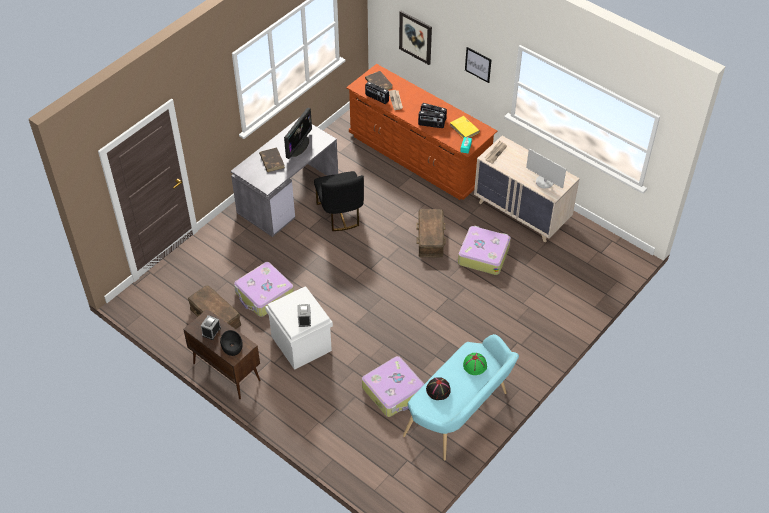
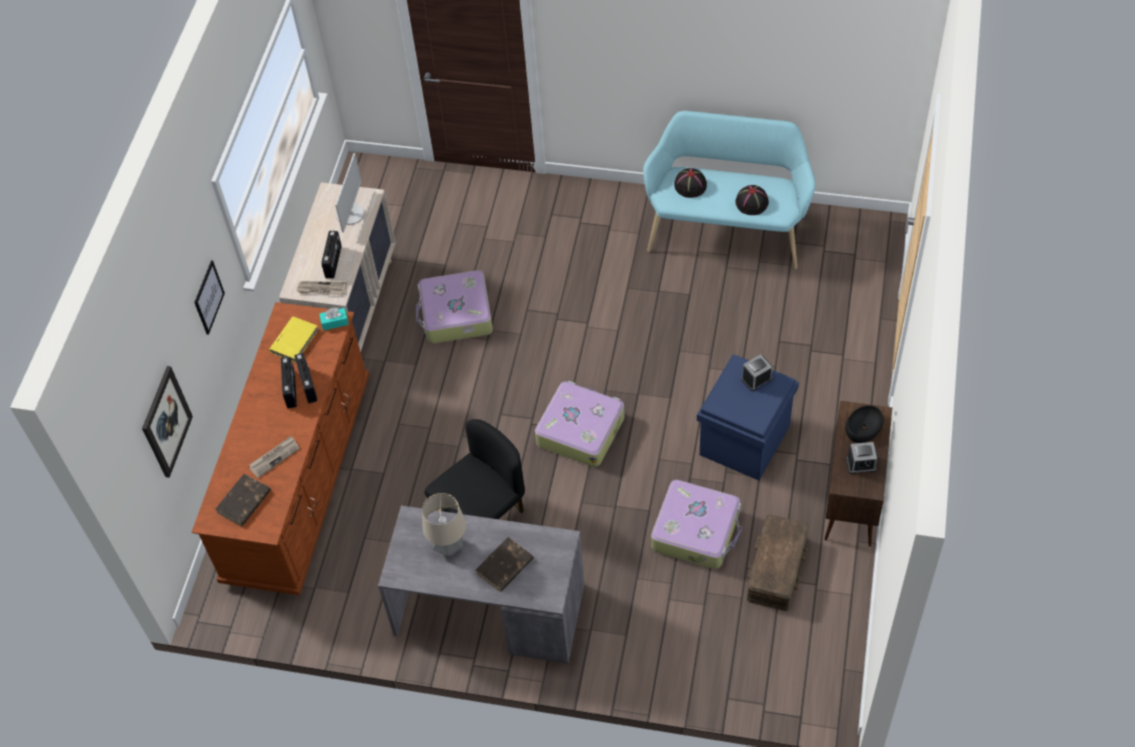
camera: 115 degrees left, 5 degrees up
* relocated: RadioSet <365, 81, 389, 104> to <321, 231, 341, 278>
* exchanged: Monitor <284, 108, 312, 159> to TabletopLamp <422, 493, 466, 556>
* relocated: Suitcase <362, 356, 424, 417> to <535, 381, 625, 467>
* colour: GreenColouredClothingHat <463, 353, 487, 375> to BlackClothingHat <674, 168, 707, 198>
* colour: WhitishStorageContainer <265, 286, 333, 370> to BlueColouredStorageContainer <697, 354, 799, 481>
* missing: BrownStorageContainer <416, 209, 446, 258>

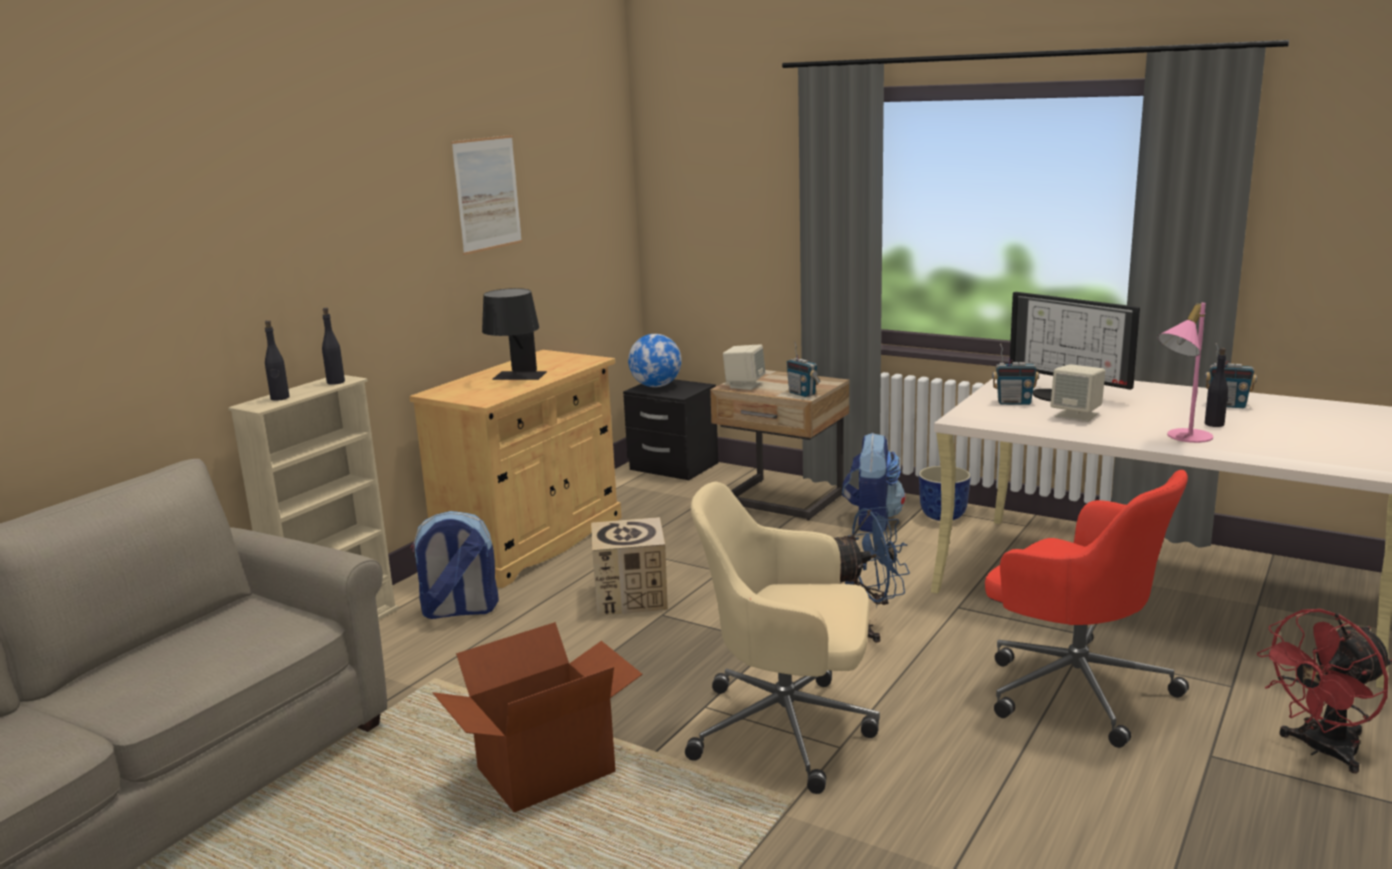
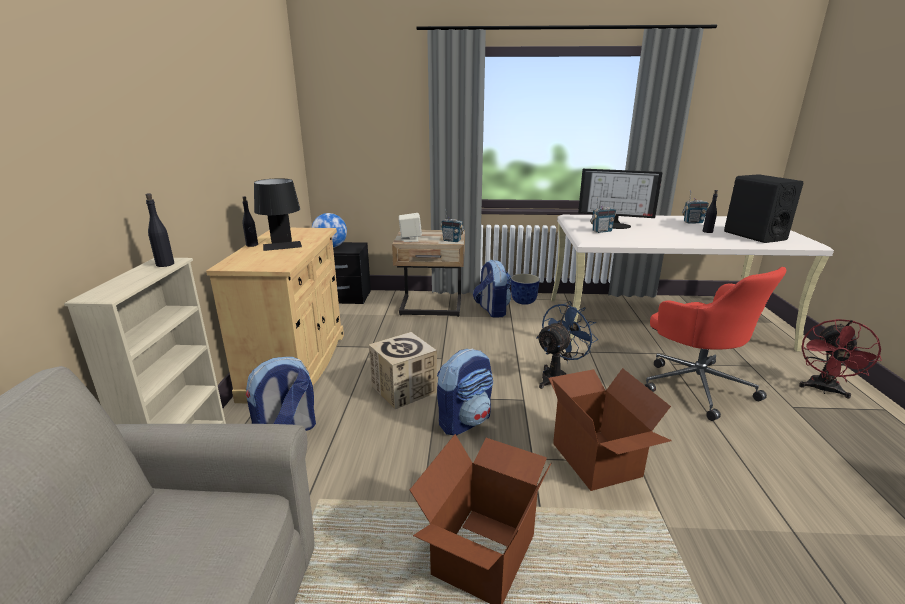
camera: 30 degrees left, 5 degrees up
* relocated: BlackBeverageBottle <265, 320, 290, 401> to <242, 196, 258, 247>
* appeared: Rucksack <437, 349, 493, 435>
* exchanged: BeigeDeskChair <685, 482, 880, 794> to Carton <548, 368, 672, 491>
* spun: ReddishDeskChair <985, 470, 1189, 748> = <645, 267, 786, 421> 45 degrees clockwise
* appeared: BlackSpeaker <724, 174, 803, 243>
* missing: Picture <451, 135, 522, 255>
* missing: BeigeSpeaker <1051, 364, 1105, 422>
* missing: PinkTabletopLamp <1158, 303, 1213, 443>

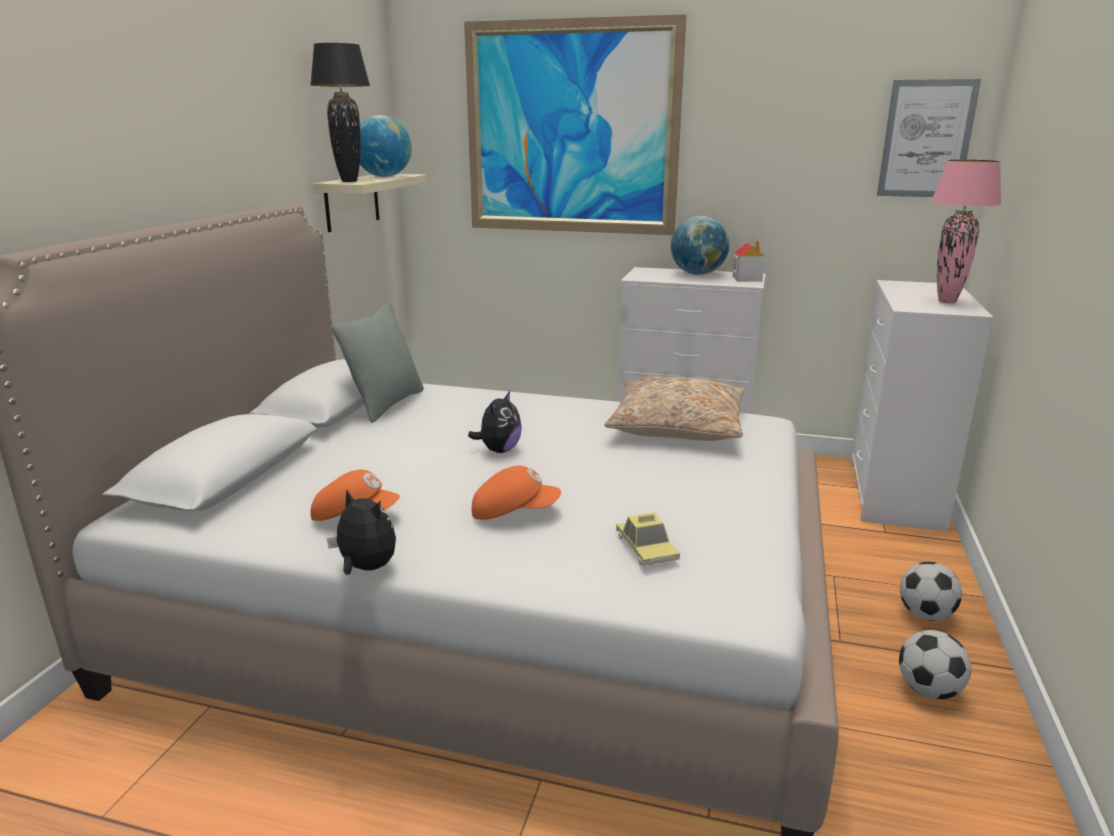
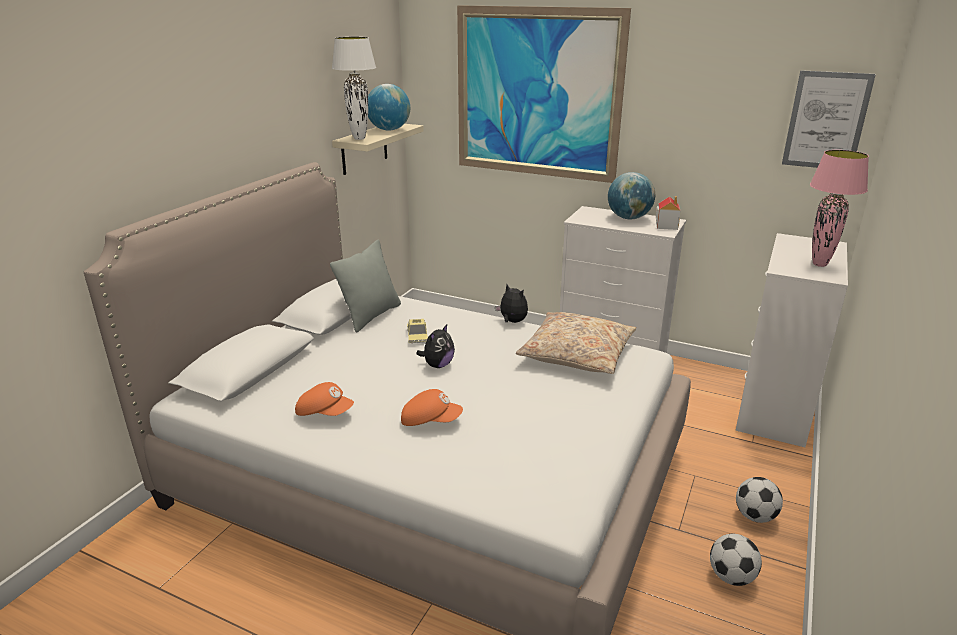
camera: 10 degrees right, 5 degrees up
* colour: BlackTabletopLamp <310, 43, 370, 182> to WhitishTabletopLamp <332, 37, 376, 140>
* relocated: ModelCar <616, 512, 680, 566> to <407, 319, 428, 344>
* relocated: CuddlyToy <327, 490, 396, 575> to <495, 284, 528, 323>

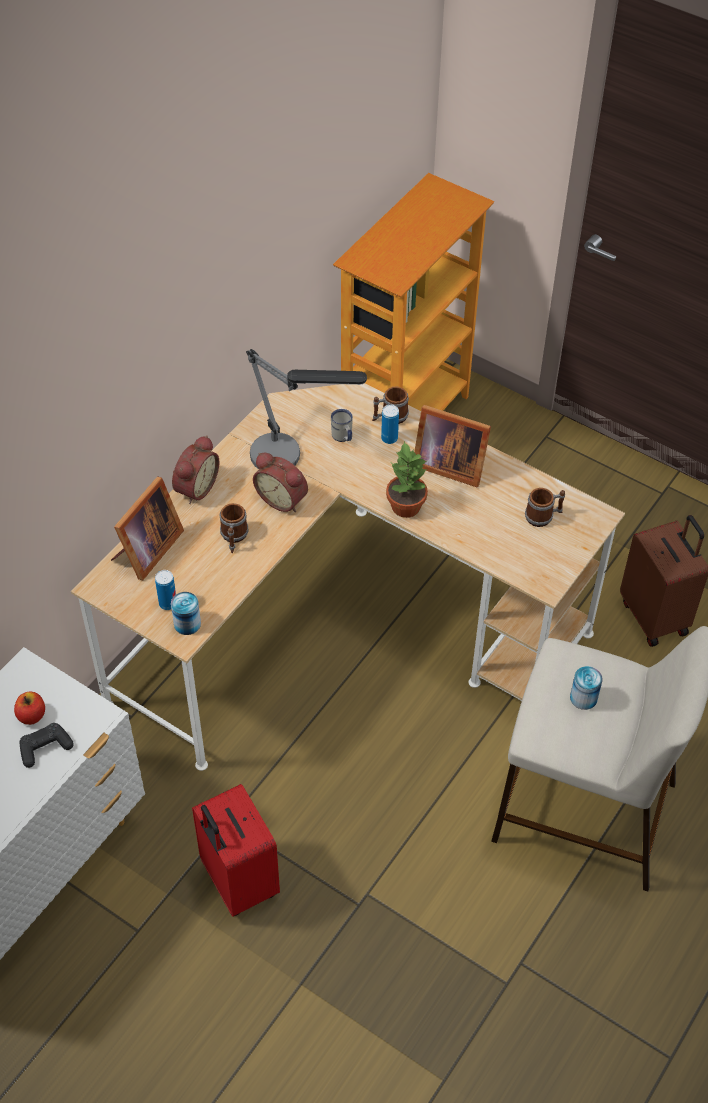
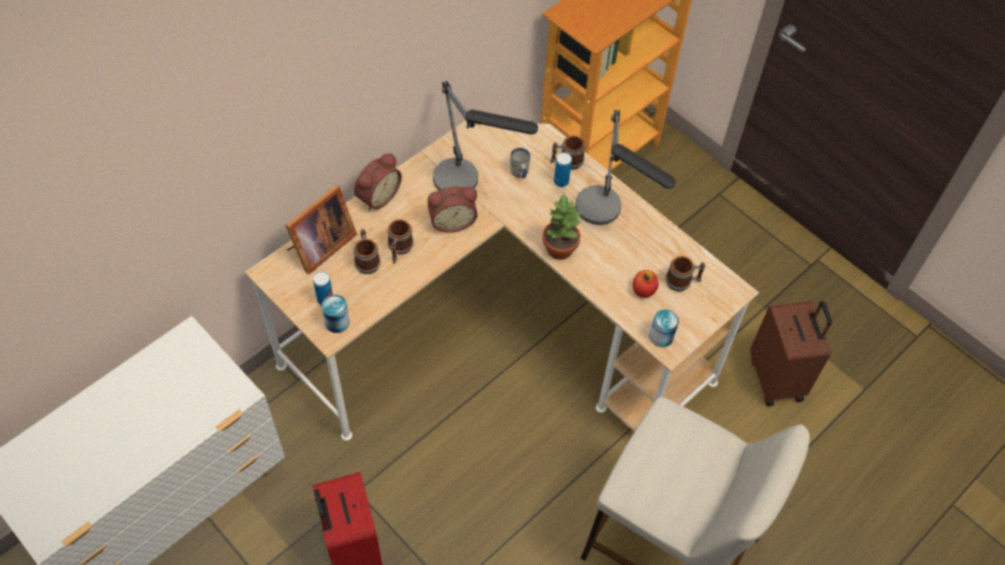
camera: 10 degrees right, 5 degrees up
* appeared: TeaMug <353, 229, 380, 274>
* spun: TableClock <253, 453, 308, 512> = <428, 186, 478, 233> 60 degrees counterclockwise
* exchanged: StandingFrame <414, 405, 491, 487> to TabletopLamp <575, 110, 676, 225>
* relocated: Apple <14, 691, 45, 725> to <633, 270, 659, 298>
* relocated: SealedCan <570, 666, 603, 710> to <649, 309, 679, 347>
* missing: BlackGameController <19, 723, 74, 768>

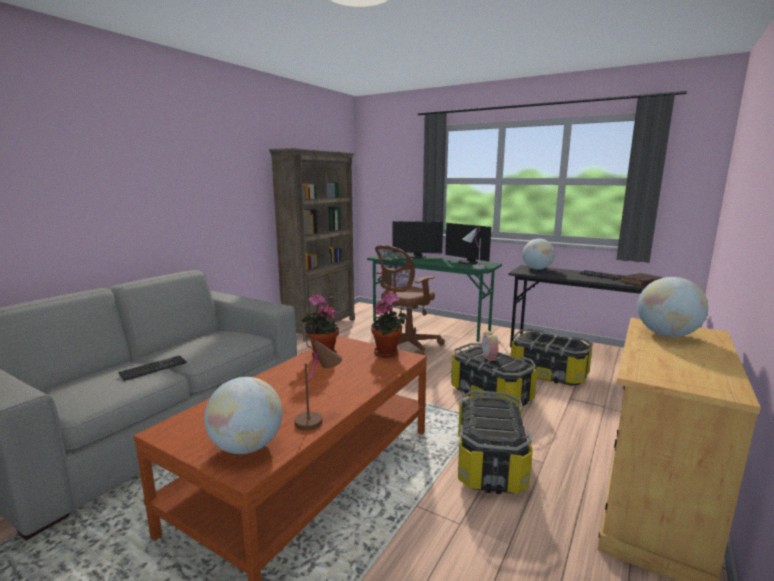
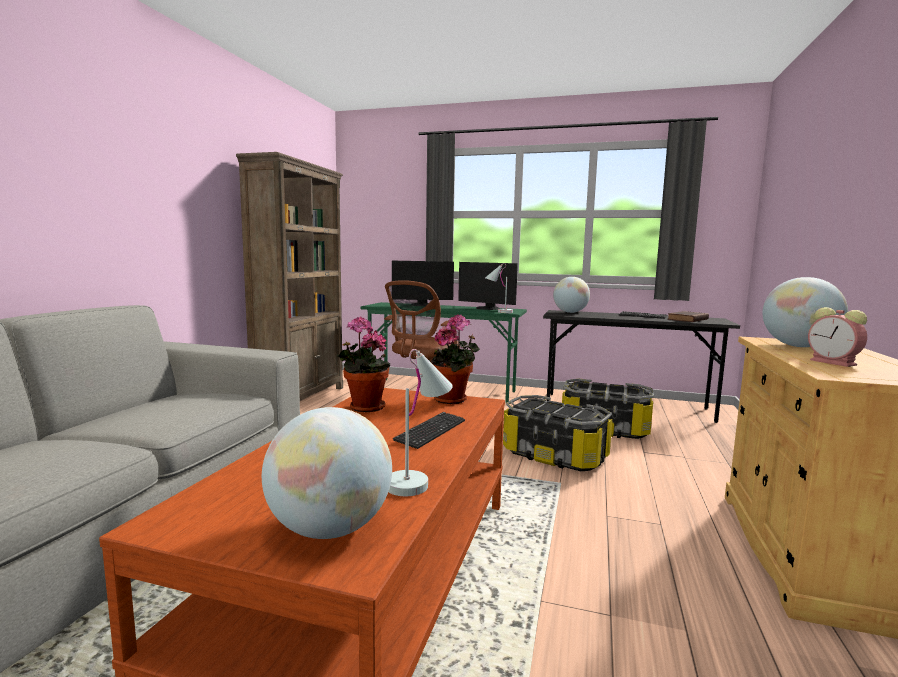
camera: 15 degrees left, 5 degrees down
* colour: BrownTabletopLamp <295, 339, 342, 431> to WhitishTabletopLamp <388, 349, 453, 496>
* relocated: PcKeyboard <118, 355, 187, 381> to <393, 412, 465, 449>
* relocated: TableClock <482, 331, 499, 361> to <808, 307, 867, 367>
* missing: StorageContainer <458, 390, 533, 494>

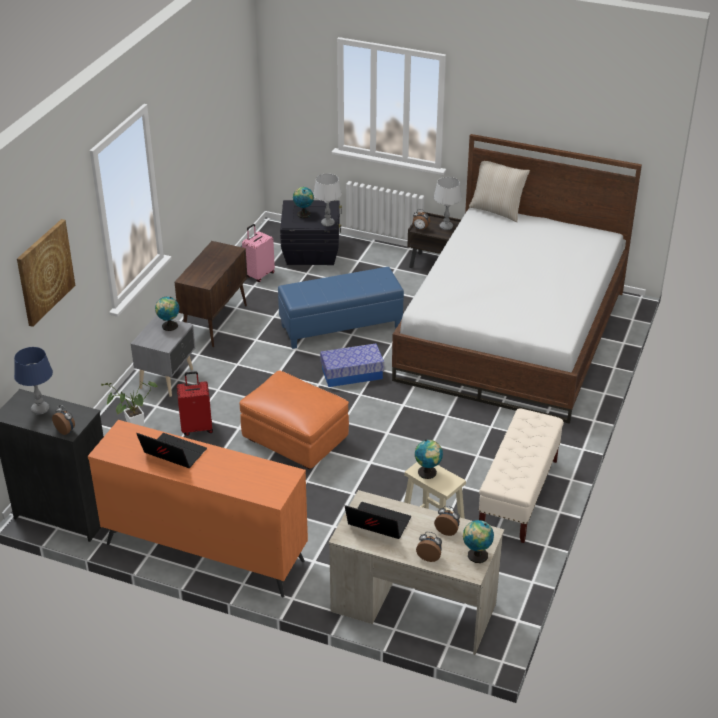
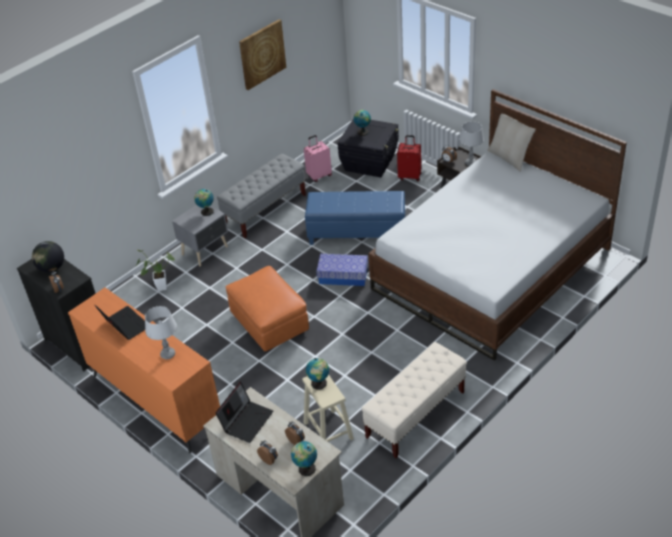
camera: 25 degrees right, 5 degrees up
* exchanged: BlueColouredTabletopLamp <14, 347, 53, 415> to WorldGlobe <32, 241, 64, 272>
* relocated: GreyTabletopLamp <313, 174, 342, 226> to <145, 306, 177, 359>
* spun: PortableComputer <345, 502, 411, 539> = <216, 382, 273, 443> 75 degrees clockwise
* exchanged: BrownCupboard <174, 241, 247, 347> to GreyBench <217, 154, 306, 238>
* relocated: Picture <17, 219, 75, 327> to <239, 19, 286, 90>
* relocated: ReddishSuitcase <177, 371, 213, 436> to <397, 135, 422, 181>

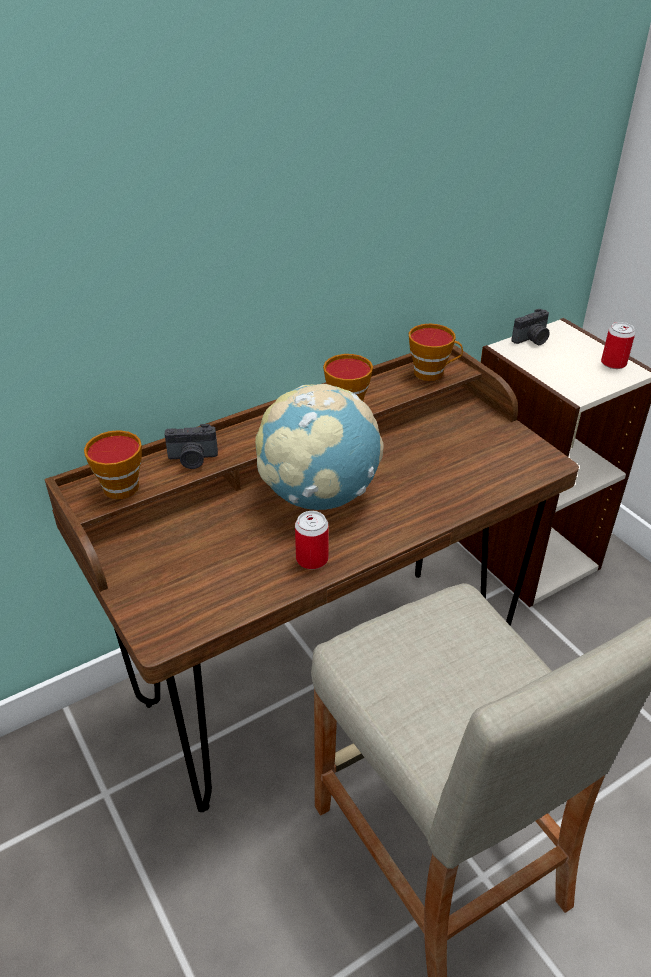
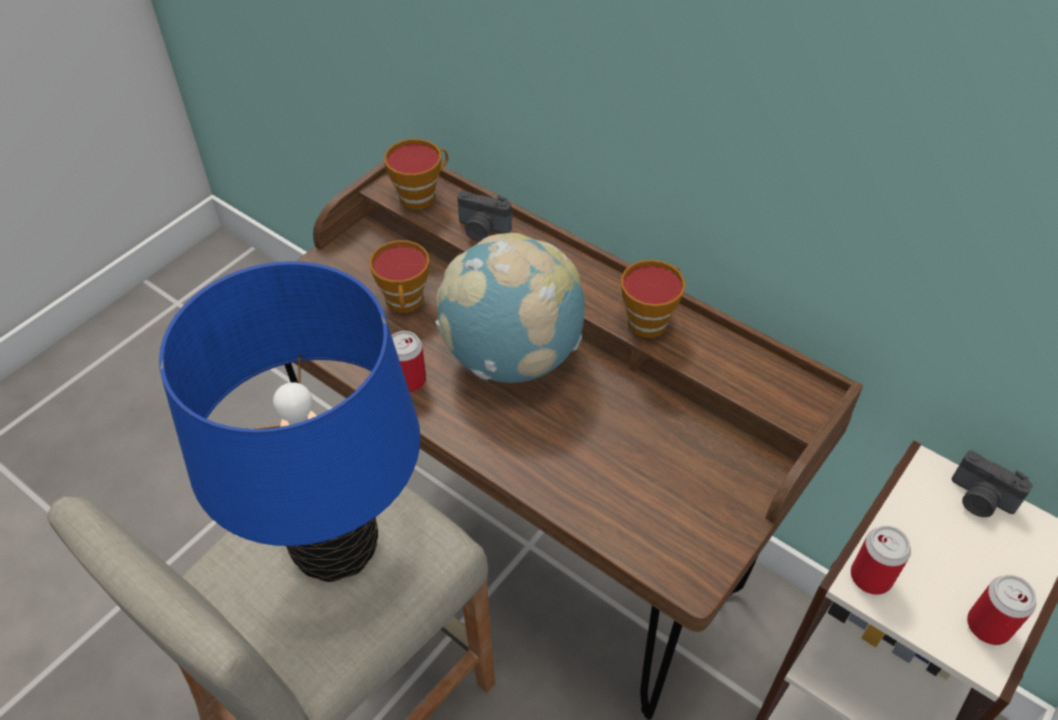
camera: 70 degrees right, 10 degrees up
* appeared: BlueColouredTabletopLamp <159, 261, 420, 582>
* relocated: DrinkingCup <409, 324, 463, 381> to <370, 240, 429, 313>
* spun: PhotoCamera <165, 424, 218, 469> = <458, 191, 512, 241> 45 degrees counterclockwise
* appeared: SealedCan <851, 526, 911, 595>

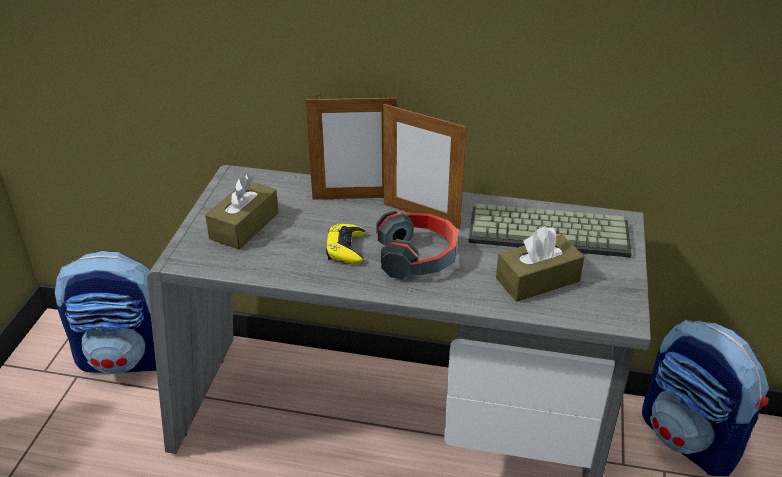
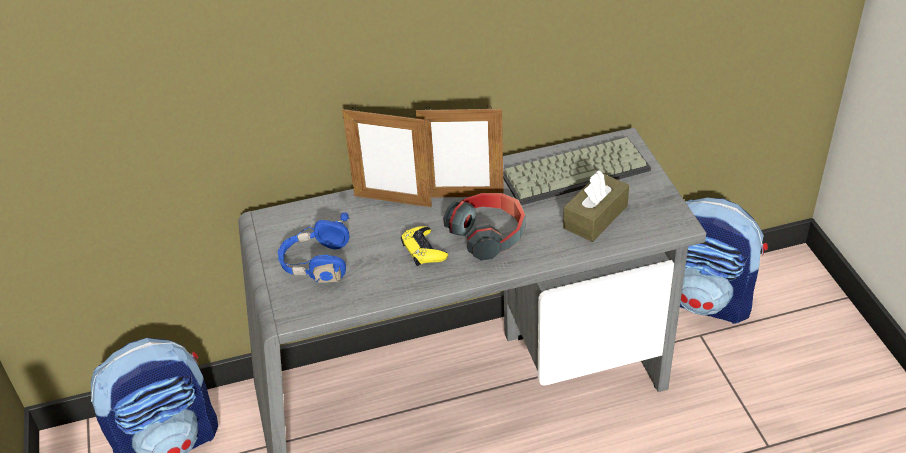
camera: 25 degrees left, 5 degrees up
* exchanged: BrownTissueHolder <205, 175, 279, 250> to BlueColouredPairOfHeadphones <278, 212, 350, 283>
* spun: StandingFrame <306, 94, 397, 200> = <342, 107, 432, 207> 45 degrees clockwise

